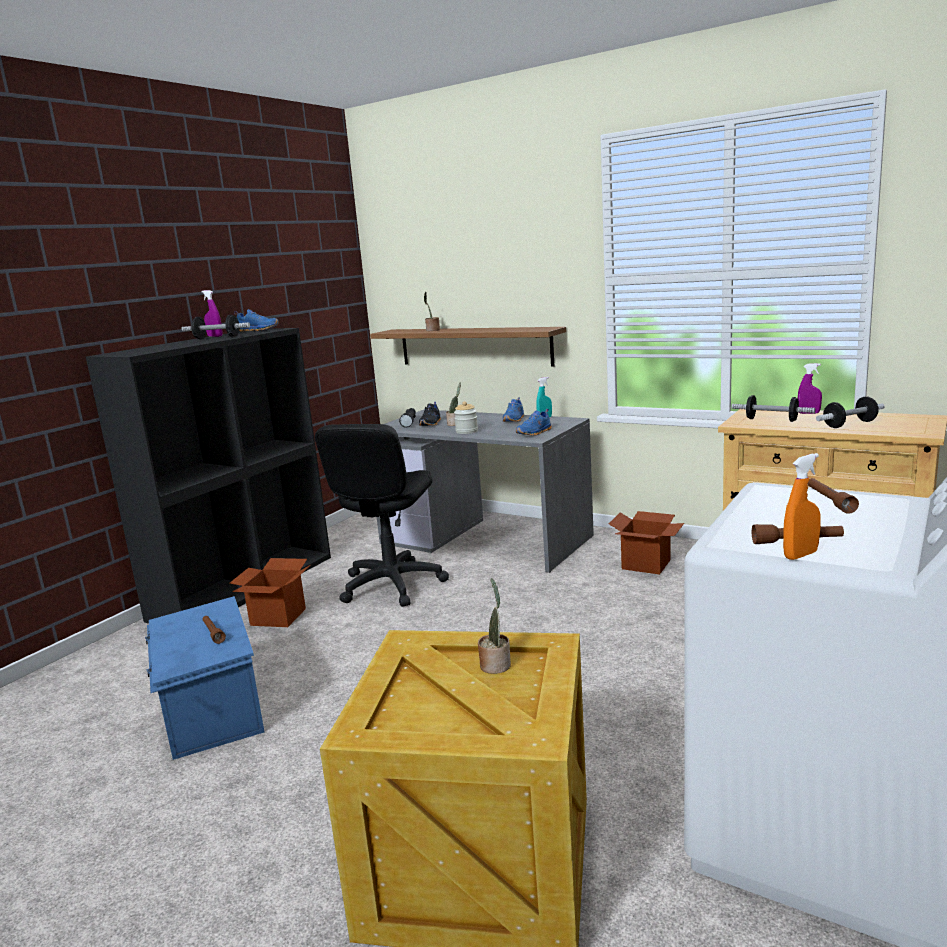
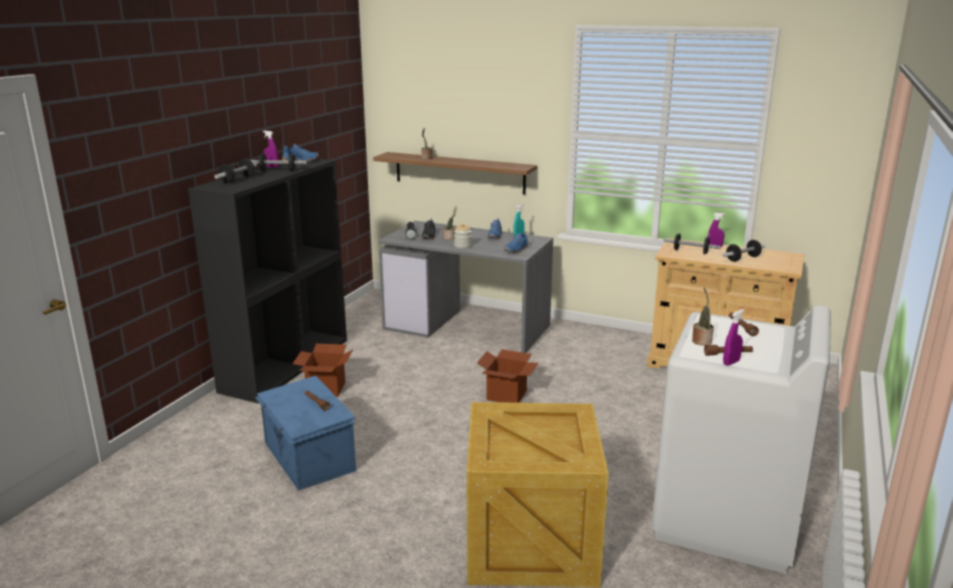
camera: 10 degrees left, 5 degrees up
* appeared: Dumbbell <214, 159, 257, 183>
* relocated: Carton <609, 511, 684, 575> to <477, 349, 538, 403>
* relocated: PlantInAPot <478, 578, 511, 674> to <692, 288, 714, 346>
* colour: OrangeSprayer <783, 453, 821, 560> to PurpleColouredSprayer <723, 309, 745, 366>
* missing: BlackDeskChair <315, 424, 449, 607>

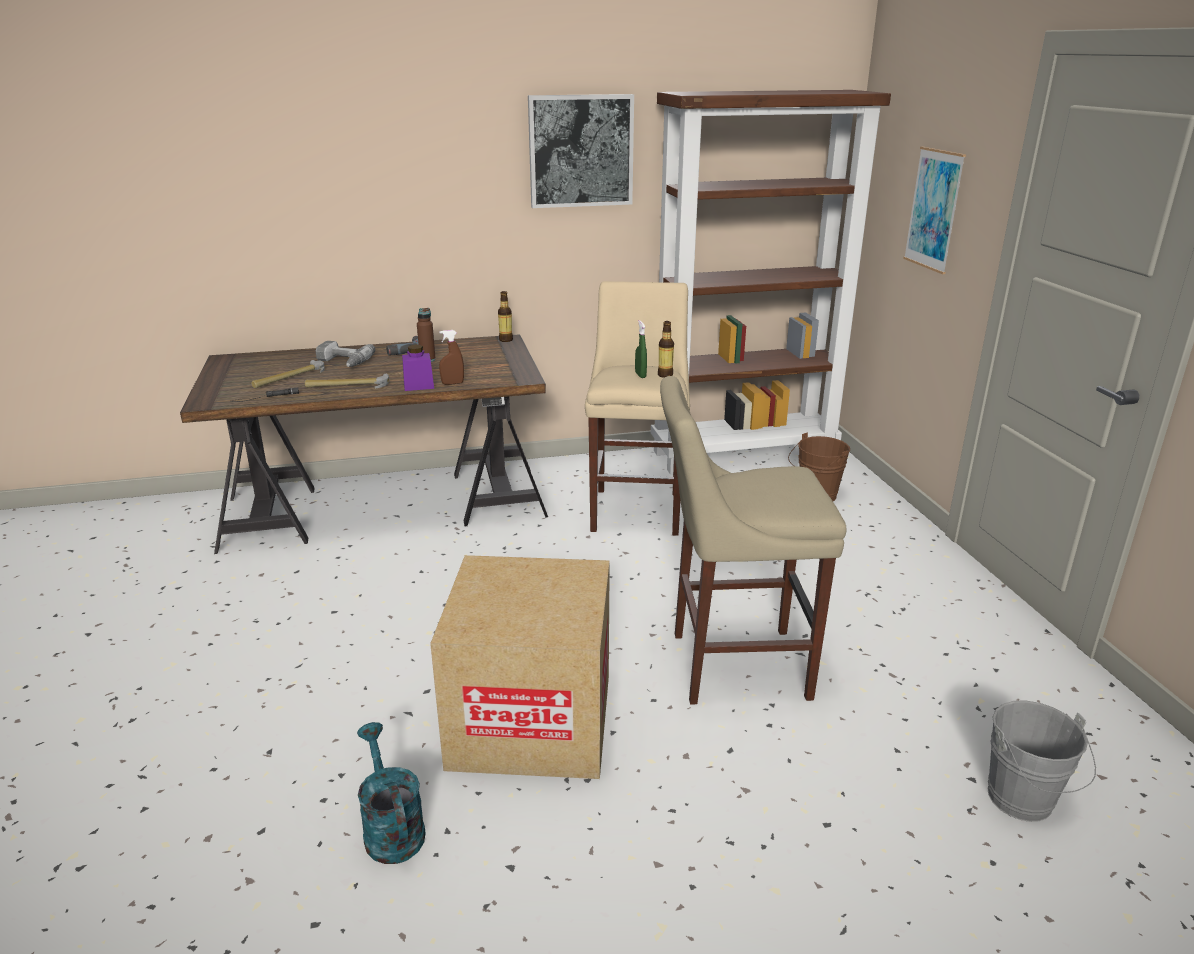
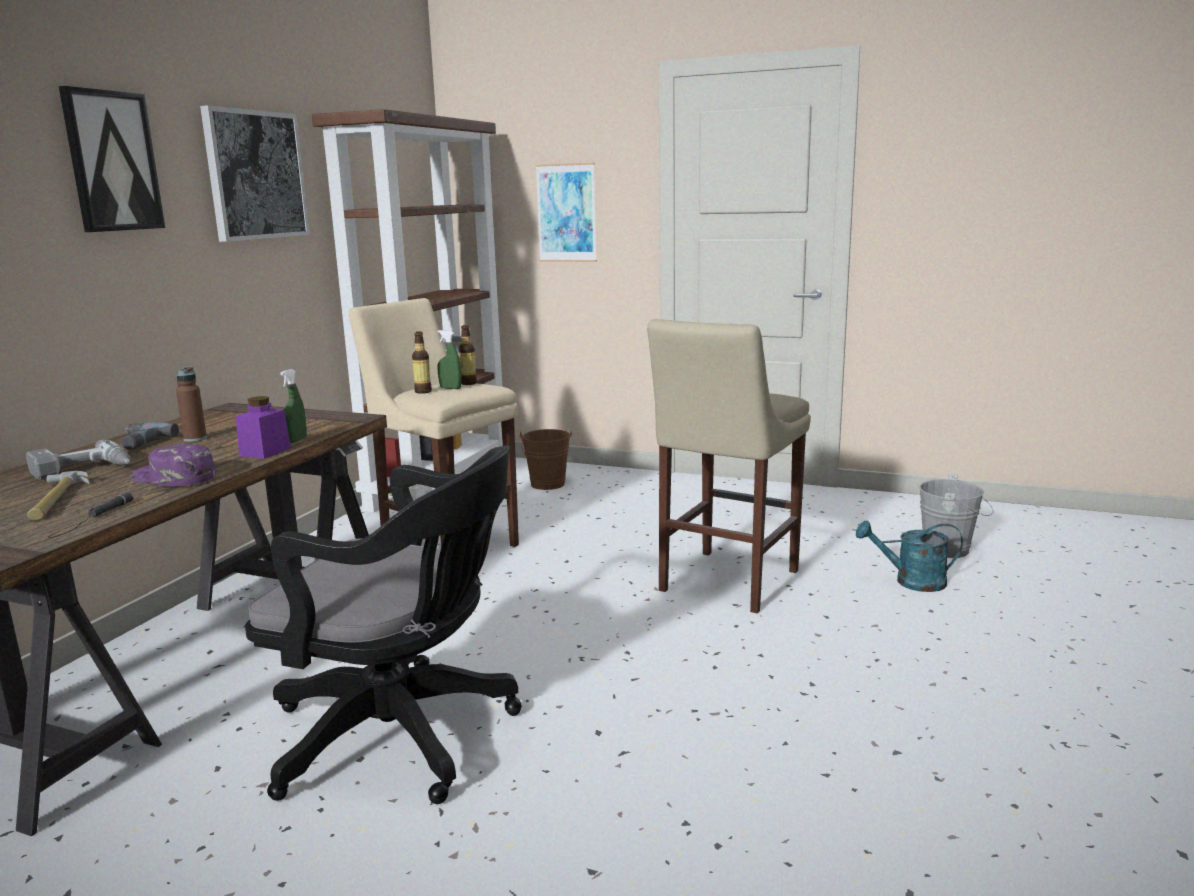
camera: 55 degrees left, 10 degrees down
* appeared: Picture <58, 86, 165, 232>
* exchanged: HandHammer <305, 374, 389, 389> to PurpleColouredCap <131, 444, 216, 486>
* appeared: BlackDeskChair <245, 446, 522, 804>
* colour: BrownSprayer <439, 330, 464, 385> to GreenColouredSprayer <280, 369, 307, 443>
* relocated: BeverageBottle <498, 291, 513, 342> to <412, 331, 432, 394>
* relocated: BlueGreenSprinklingCan <357, 722, 426, 864> to <856, 520, 963, 592>
* missing: Carton <430, 555, 610, 779>

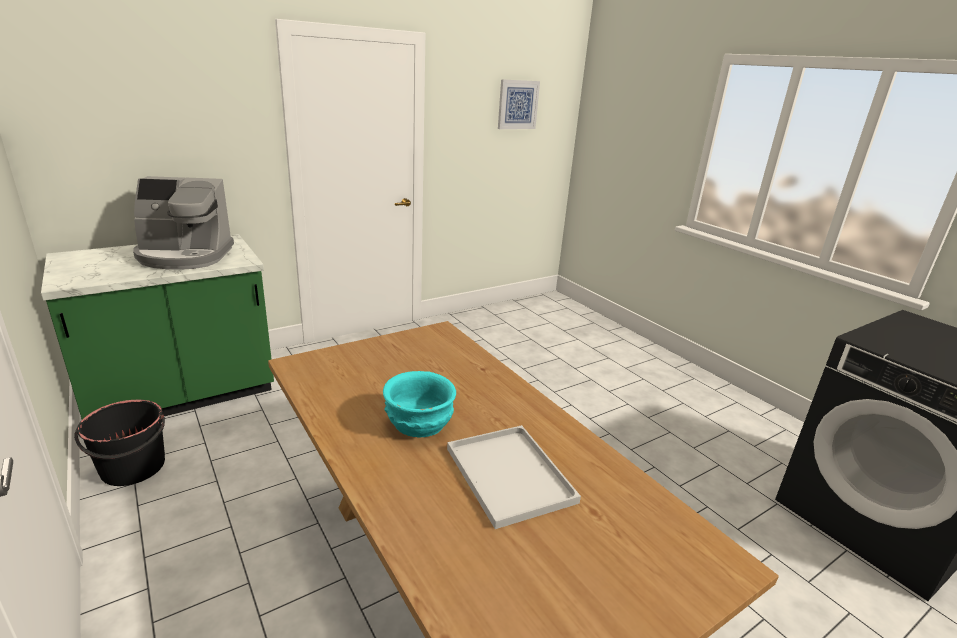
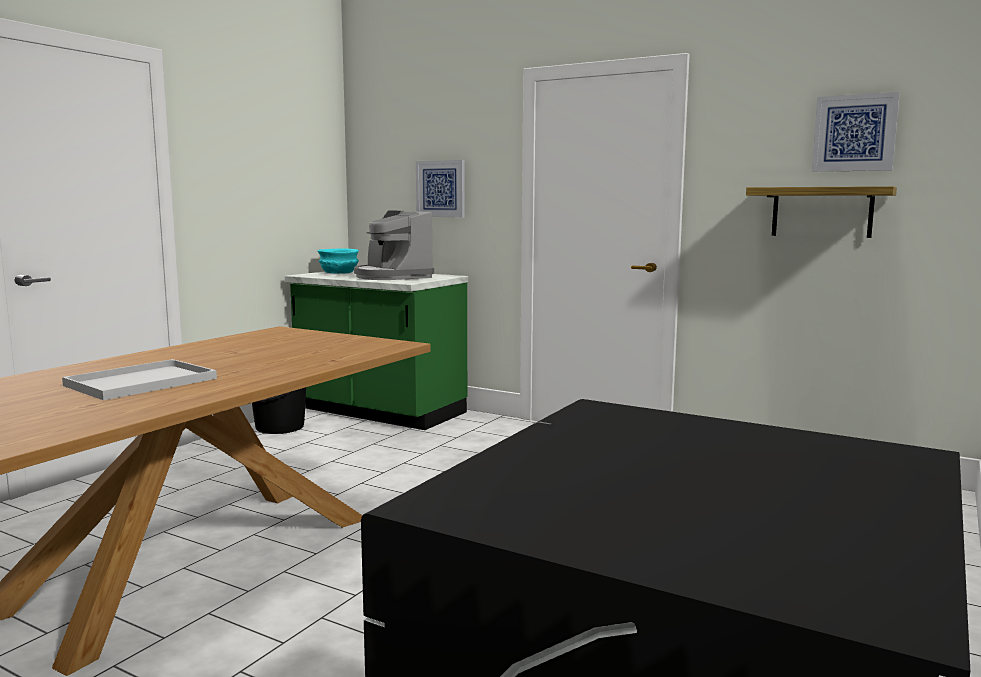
camera: 65 degrees right, 15 degrees down
* relocated: BlueGreenBowl <383, 371, 456, 437> to <317, 248, 359, 274>
* appeared: Picture <416, 160, 465, 217>
* appeared: WallShelf <746, 186, 897, 238>

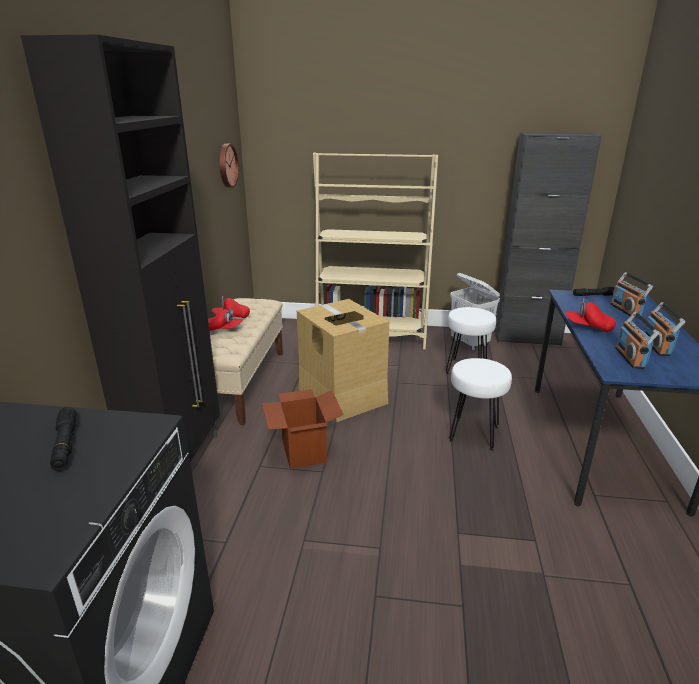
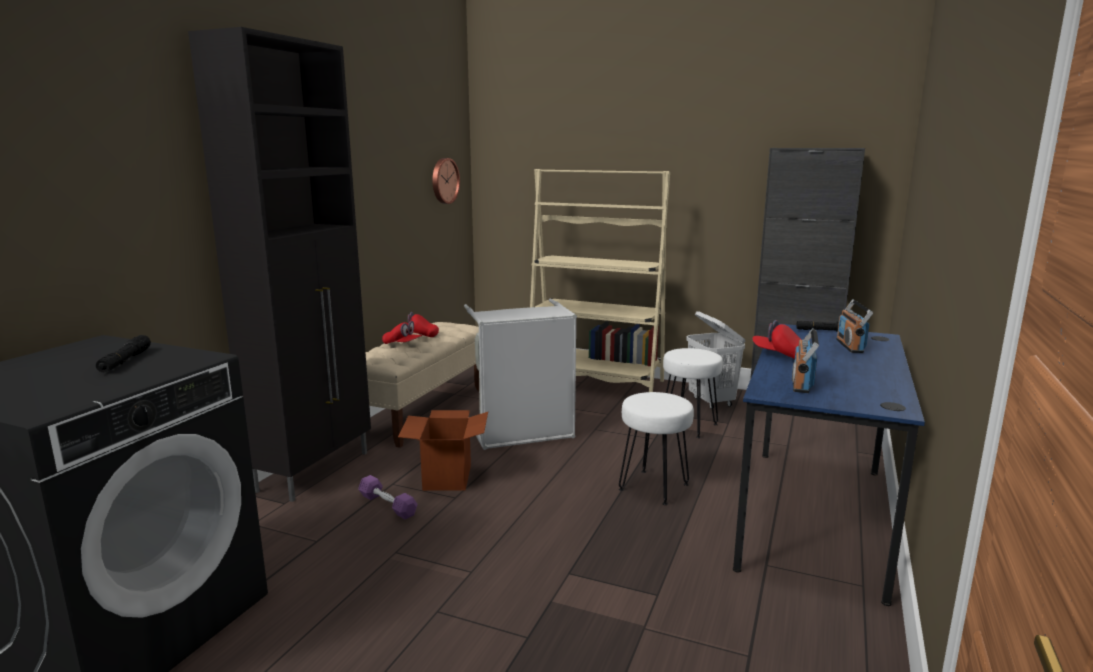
camera: 15 degrees right, 10 degrees down
* appeared: PurpleColouredDumbbell <358, 475, 418, 519>
* exchanged: Carton <297, 299, 389, 422> to GreyWashingBasket <464, 299, 577, 450>
* missing: RadioSet <644, 302, 686, 356>

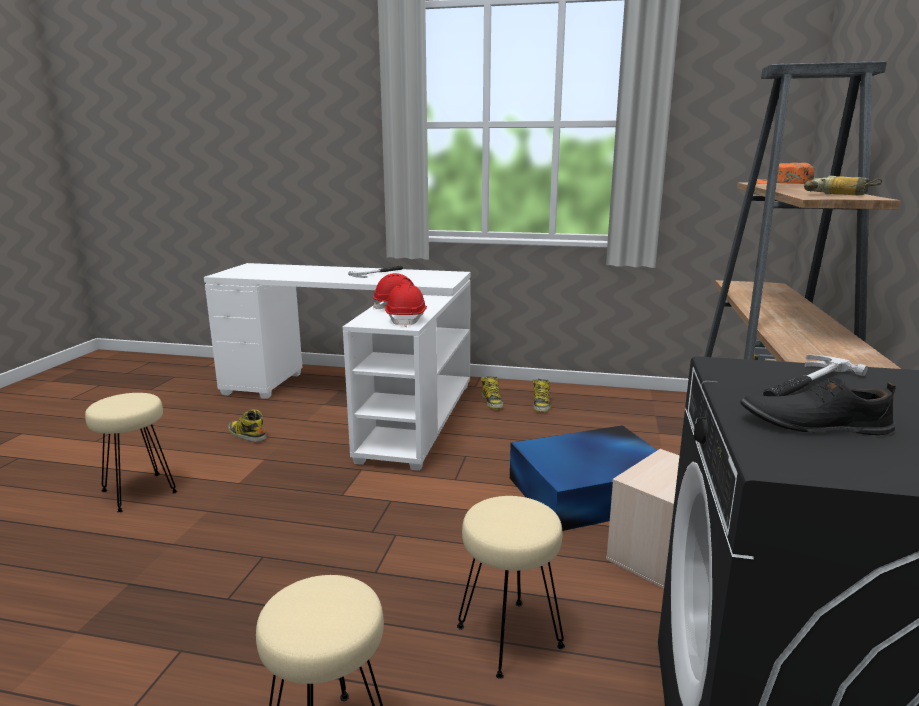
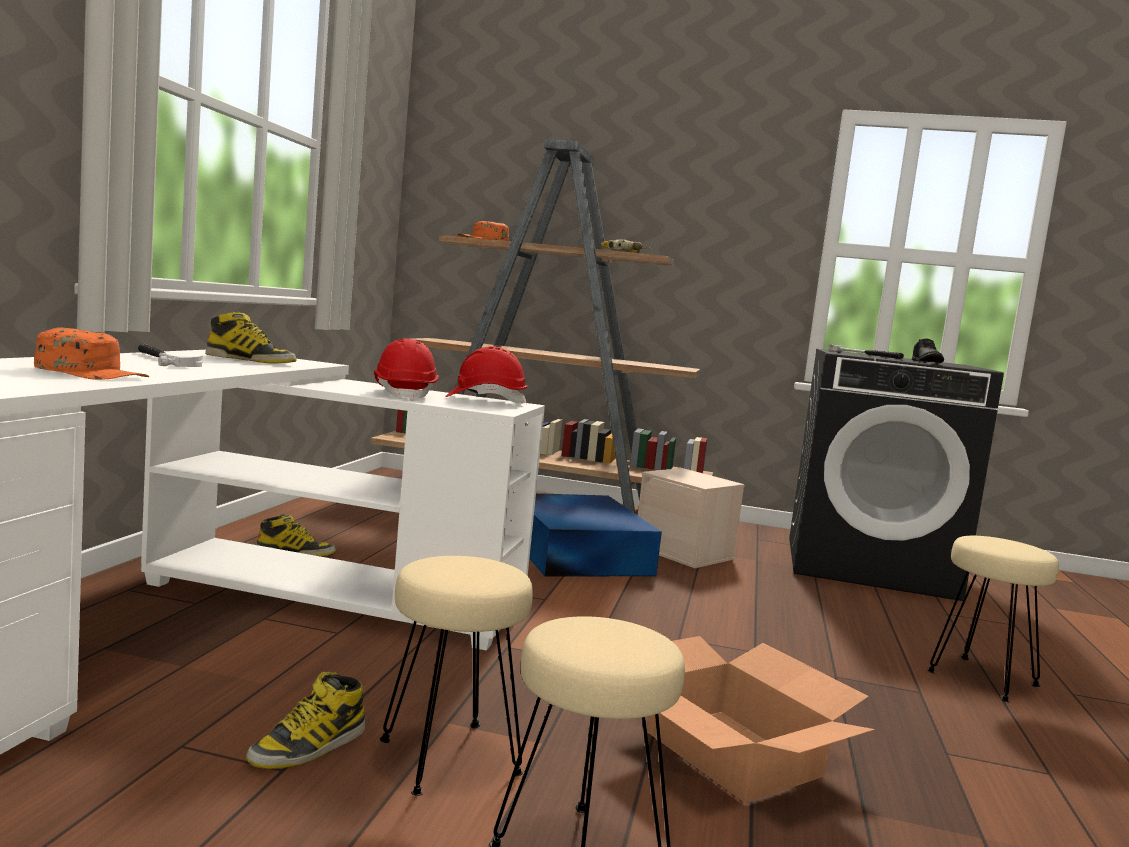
camera: 90 degrees left, 10 degrees down
* appeared: OrangeCap <34, 328, 149, 380>
* relocated: HighTopBoot <532, 379, 551, 412> to <205, 312, 296, 364>
* relocated: BeigeStoolSeat <457, 496, 565, 679> to <380, 556, 533, 796>
* appeared: Carton <647, 636, 875, 803>

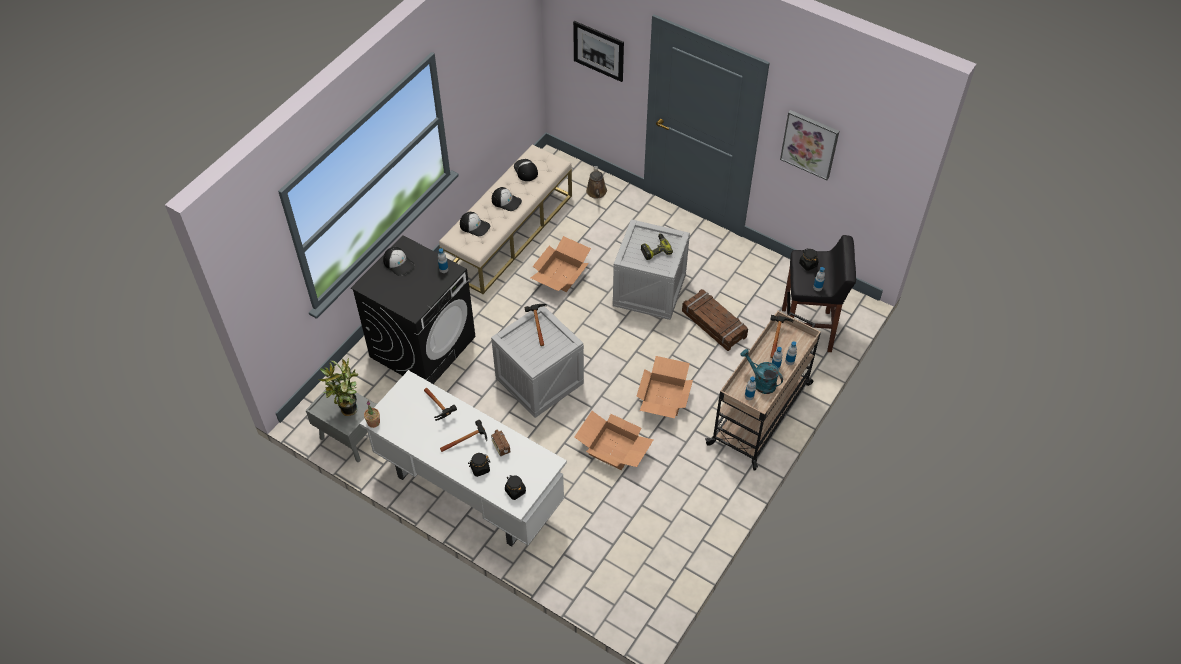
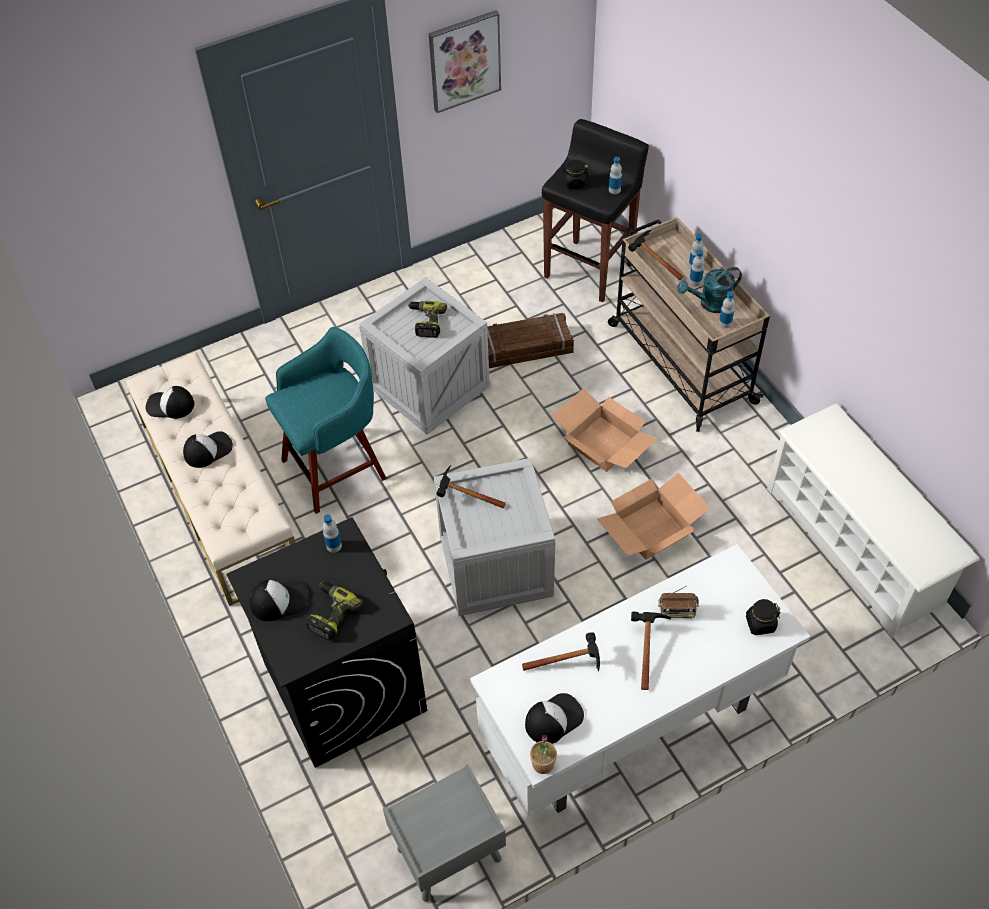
camera: 60 degrees left, 0 degrees up
* exchanged: Carton <531, 236, 591, 292> to BlueGreenStoolSeat <265, 327, 387, 514>
* appeared: ElectricDrill <306, 582, 363, 641>
* relocated: Cap <460, 212, 490, 236> to <525, 693, 584, 744>
* appeared: WhitishShoeStand <767, 403, 979, 638>
* missing: PlantInAPot <319, 358, 359, 416>
* missing: BlackJar <469, 453, 490, 477>
* missing: Picture <573, 21, 624, 82>
* missing: BrownSprinklingCan <586, 166, 607, 199>

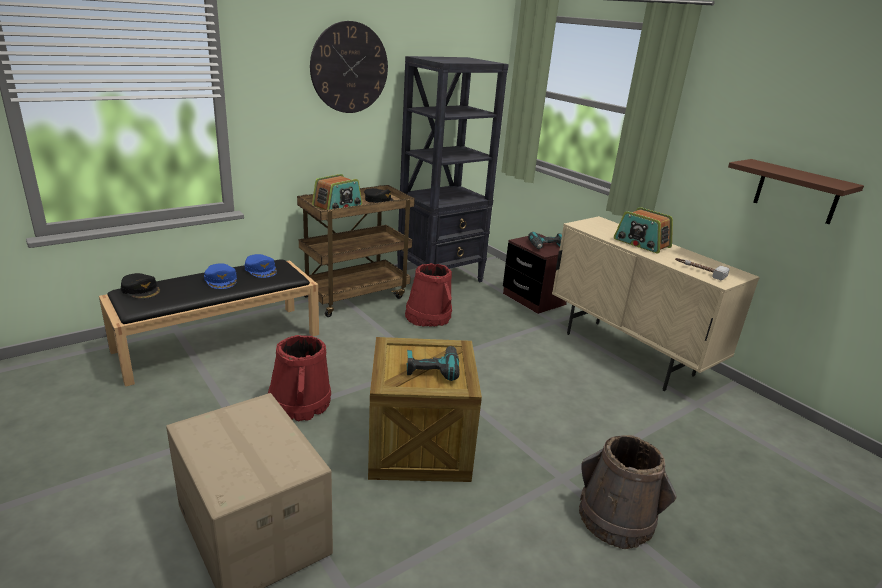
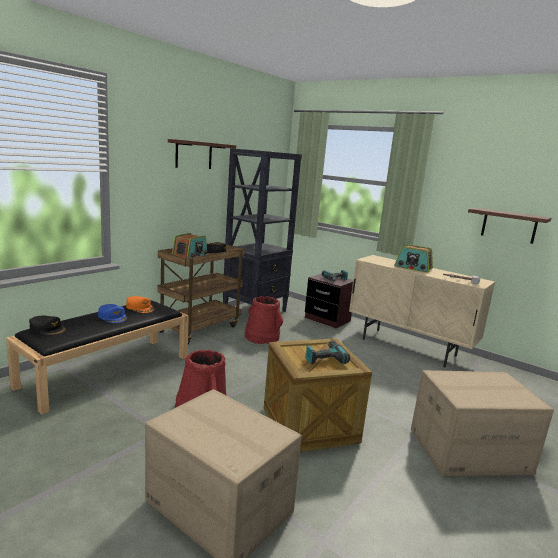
camera: 15 degrees left, 10 degrees down
* colour: BlueColouredCap <245, 254, 277, 278> to OrangeCap <126, 296, 155, 313>
* exchanged: WallClock <310, 21, 388, 113> to BrownWallShelf <168, 139, 236, 169>
* exchanged: BrownBucket <579, 435, 677, 549> to Carton <411, 370, 554, 476>

